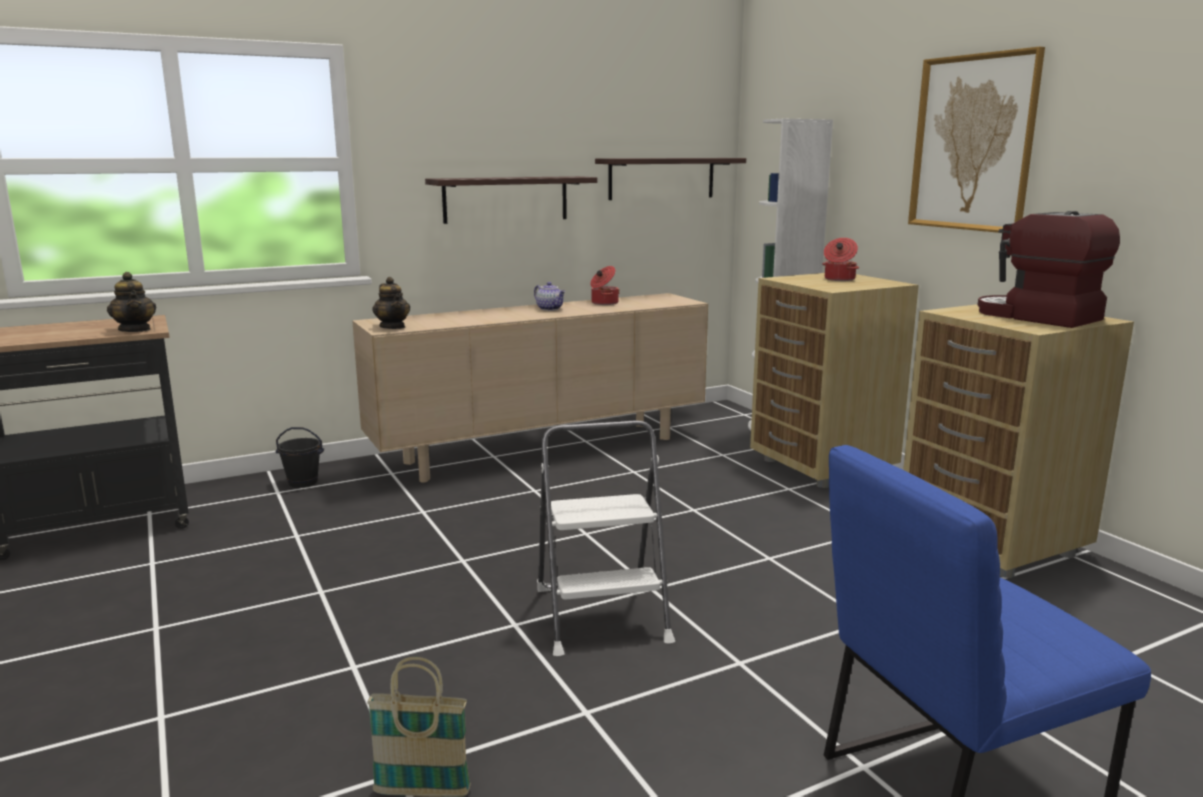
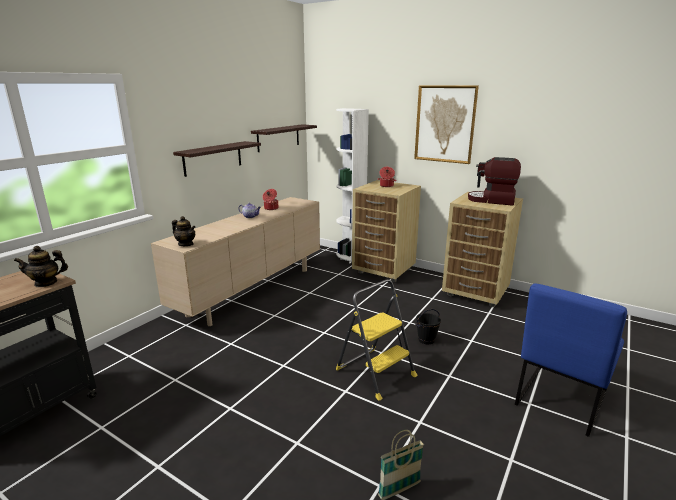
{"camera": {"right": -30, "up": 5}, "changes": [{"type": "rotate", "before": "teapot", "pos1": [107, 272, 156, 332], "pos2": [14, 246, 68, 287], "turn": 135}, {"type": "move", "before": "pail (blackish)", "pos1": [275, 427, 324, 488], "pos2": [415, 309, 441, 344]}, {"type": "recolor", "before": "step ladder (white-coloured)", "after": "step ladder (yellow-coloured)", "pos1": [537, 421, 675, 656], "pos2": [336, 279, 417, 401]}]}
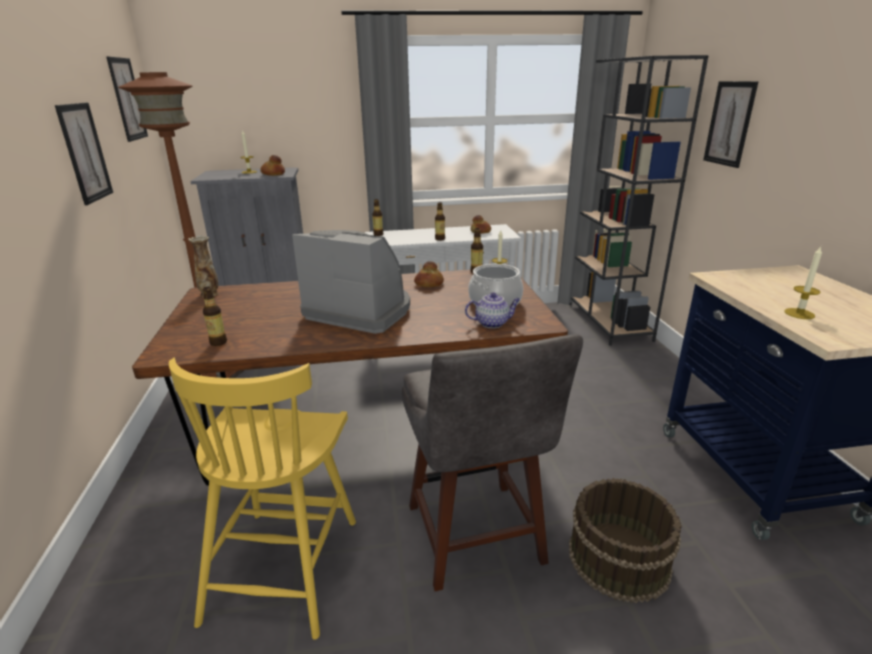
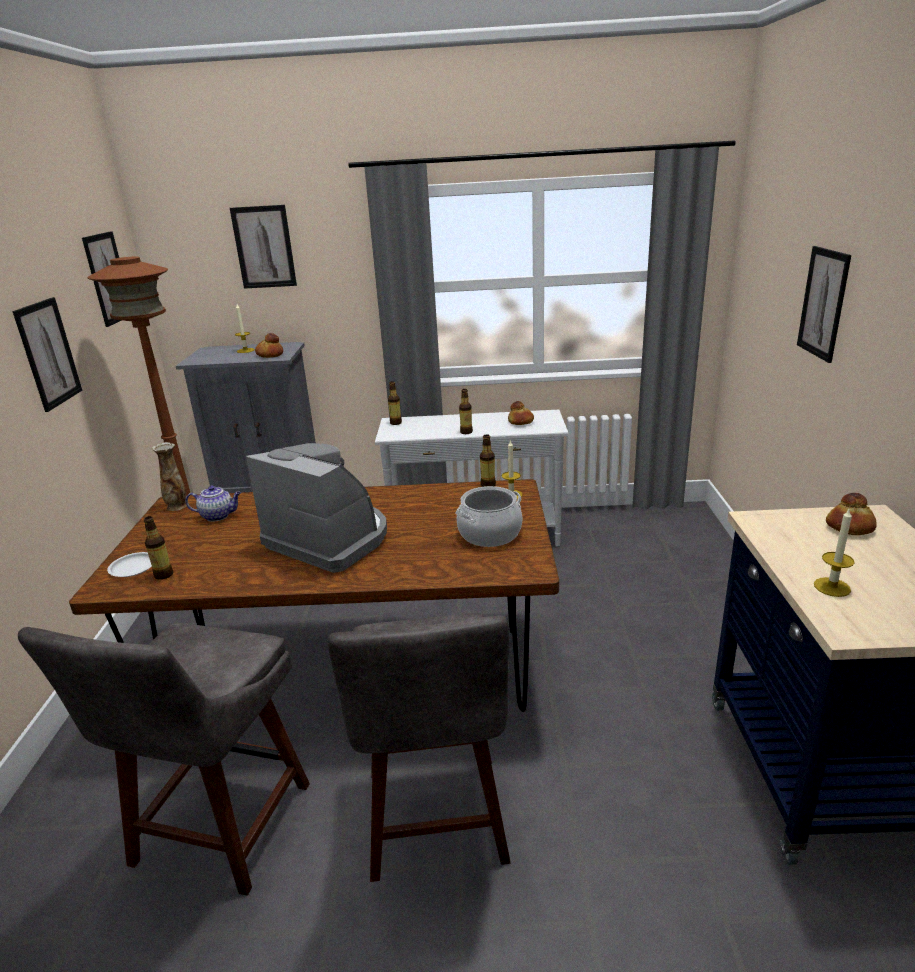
{"camera": {"right": 10, "up": 0}, "changes": [{"type": "replace", "before": "upright chair (yellow-coloured)", "after": "sitting stool (gray)", "pos1": [169, 357, 356, 640], "pos2": [18, 623, 310, 896]}, {"type": "move", "before": "baked bread", "pos1": [414, 261, 444, 287], "pos2": [826, 493, 877, 535]}, {"type": "move", "before": "teapot", "pos1": [465, 292, 520, 328], "pos2": [185, 486, 241, 521]}, {"type": "delete", "before": "bookcase", "pos1": [569, 55, 709, 346]}, {"type": "delete", "before": "pail (brown)", "pos1": [569, 478, 682, 603]}, {"type": "insert", "after": "flat dish (white-coloured)", "pos2": [107, 552, 152, 577]}, {"type": "insert", "after": "wall picture", "pos2": [230, 205, 297, 289]}]}
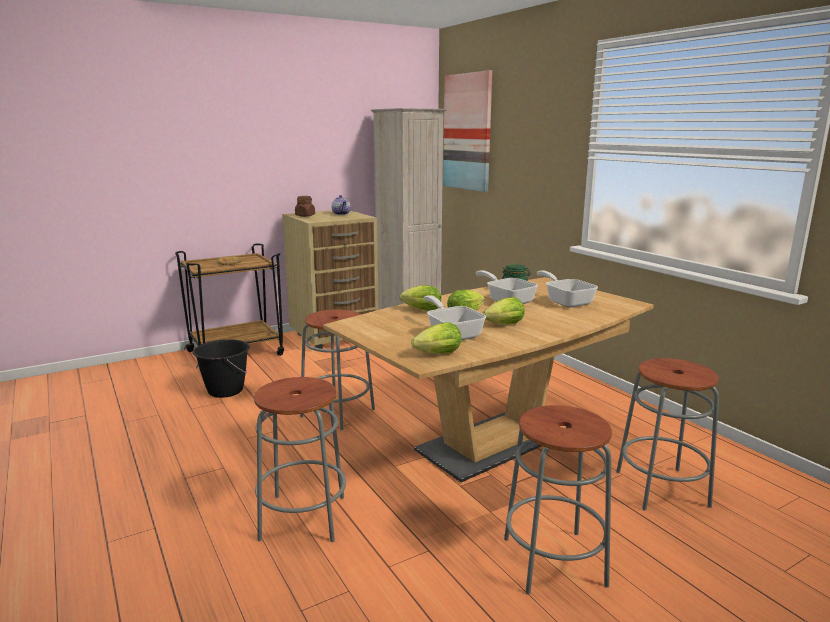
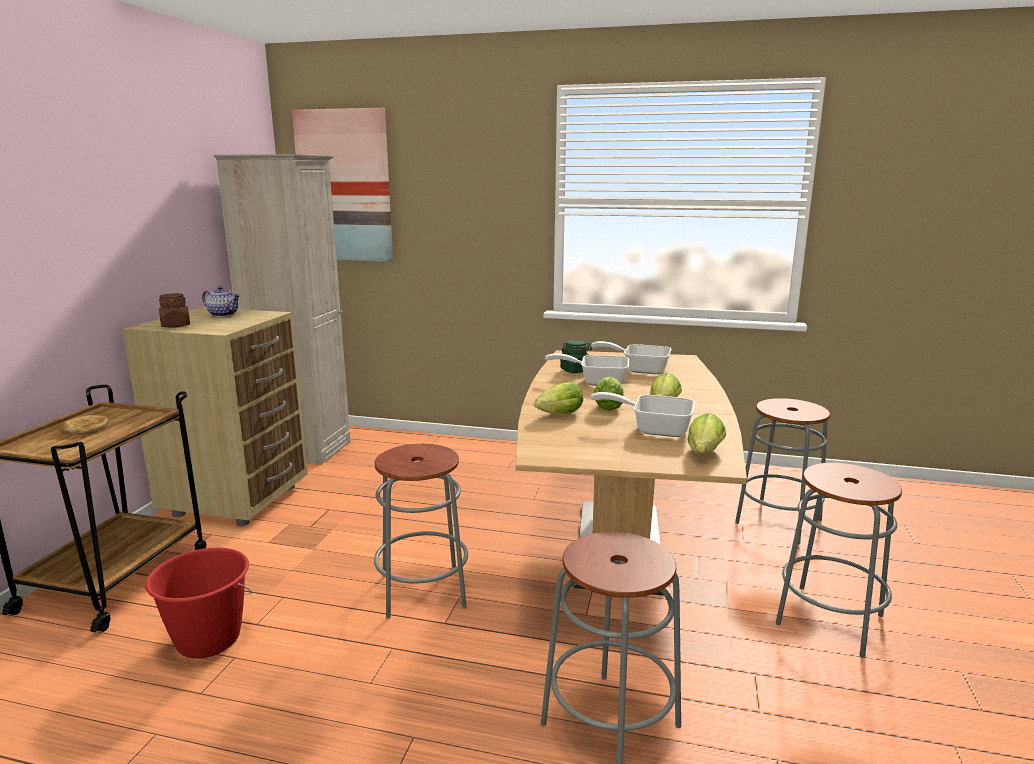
{"camera": {"right": -45, "up": 0}, "changes": [{"type": "recolor", "before": "pail (blackish)", "after": "pail (red)", "pos1": [193, 339, 250, 398], "pos2": [145, 548, 252, 658]}]}
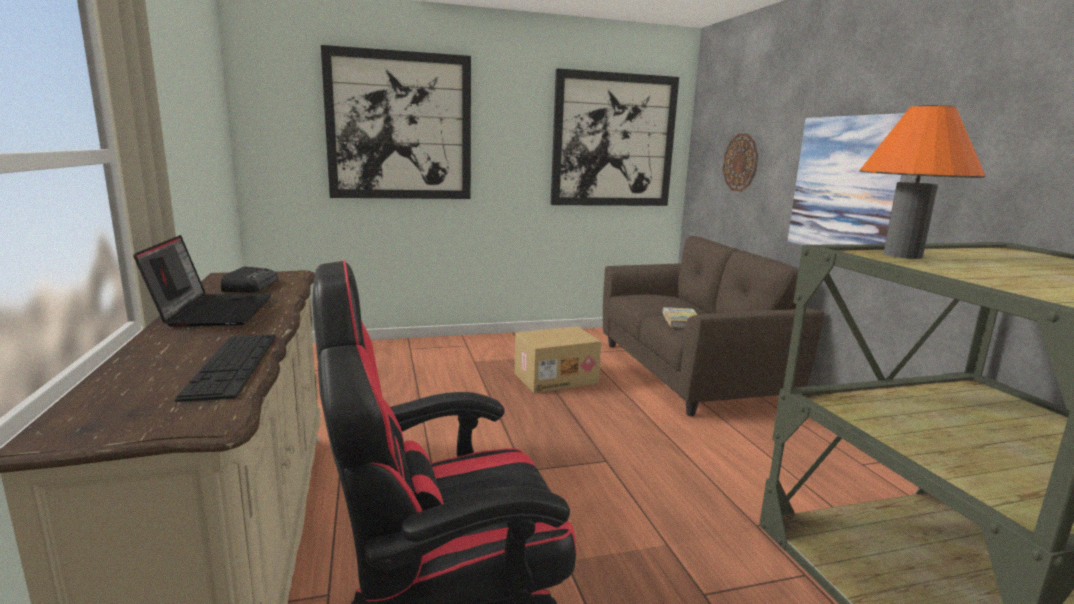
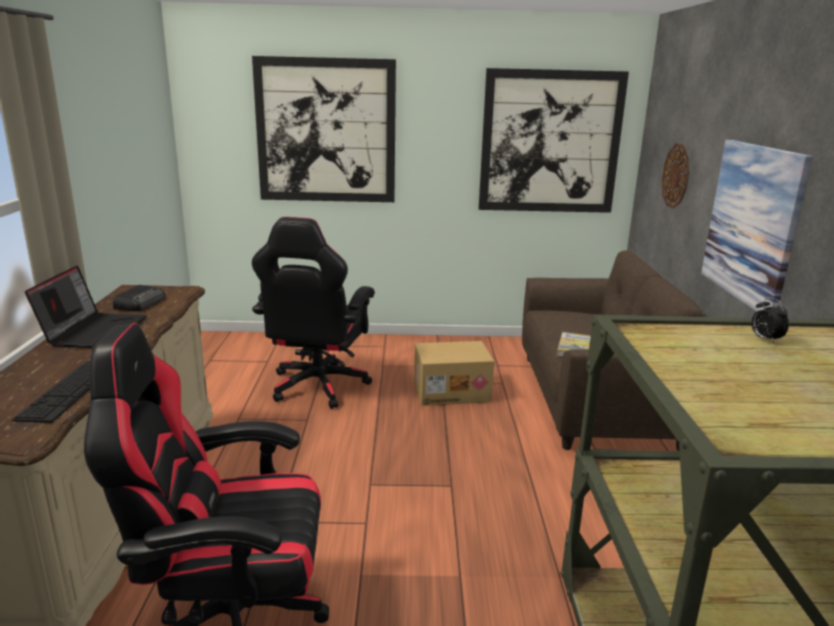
{"camera": {"right": 15, "up": 5}, "changes": [{"type": "delete", "before": "table lamp (orange)", "pos1": [859, 105, 985, 259]}, {"type": "insert", "after": "desk chair (blackish)", "pos2": [252, 217, 375, 409]}, {"type": "insert", "after": "alarm clock", "pos2": [751, 297, 789, 344]}]}
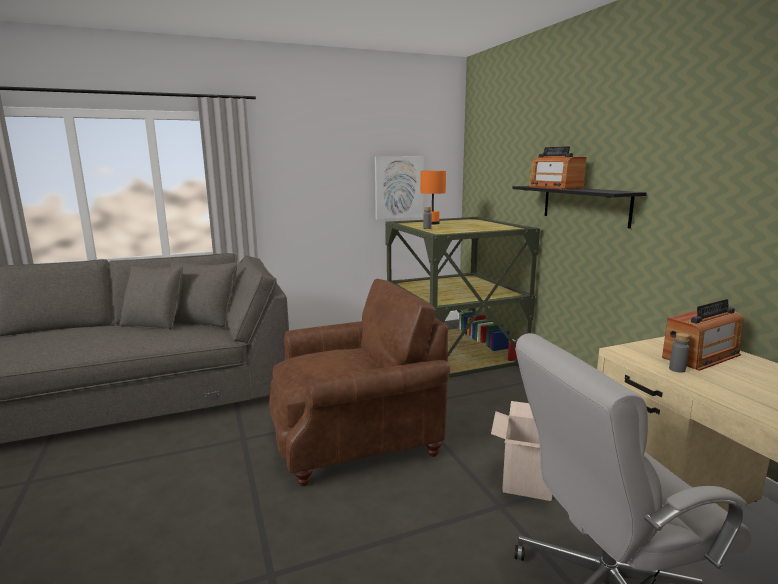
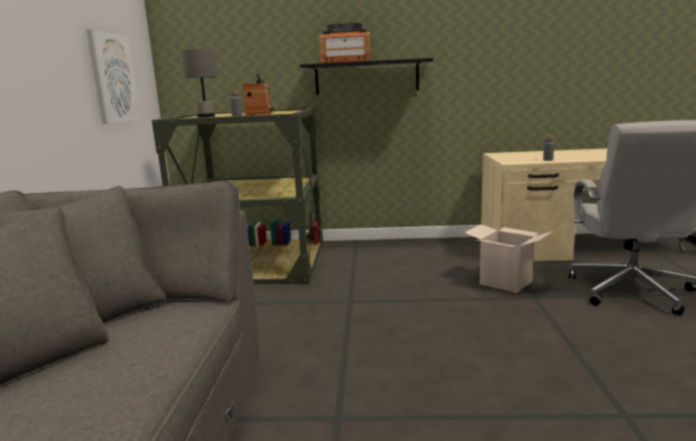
{"camera": {"right": -65, "up": 0}, "changes": [{"type": "delete", "before": "easy chair (brown)", "pos1": [269, 279, 450, 486]}, {"type": "recolor", "before": "table lamp (orange)", "after": "table lamp (gray)", "pos1": [420, 171, 446, 225], "pos2": [182, 48, 218, 117]}, {"type": "move", "before": "radio set", "pos1": [662, 299, 743, 371], "pos2": [243, 73, 274, 115]}]}
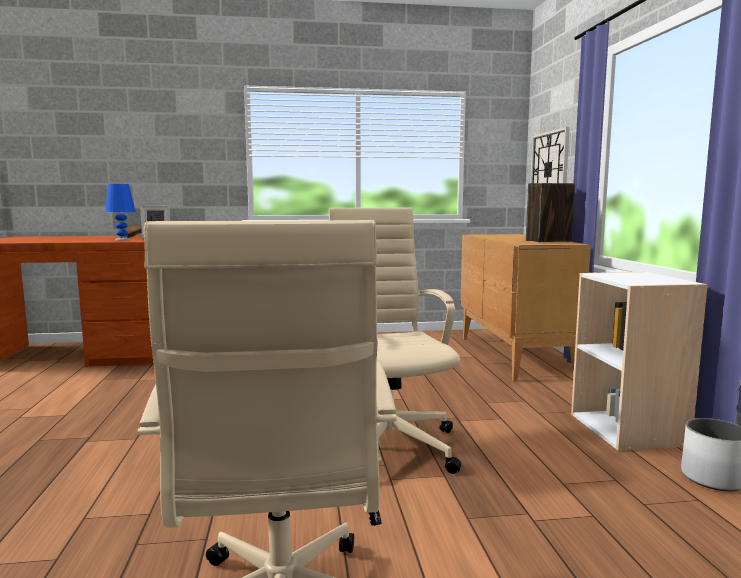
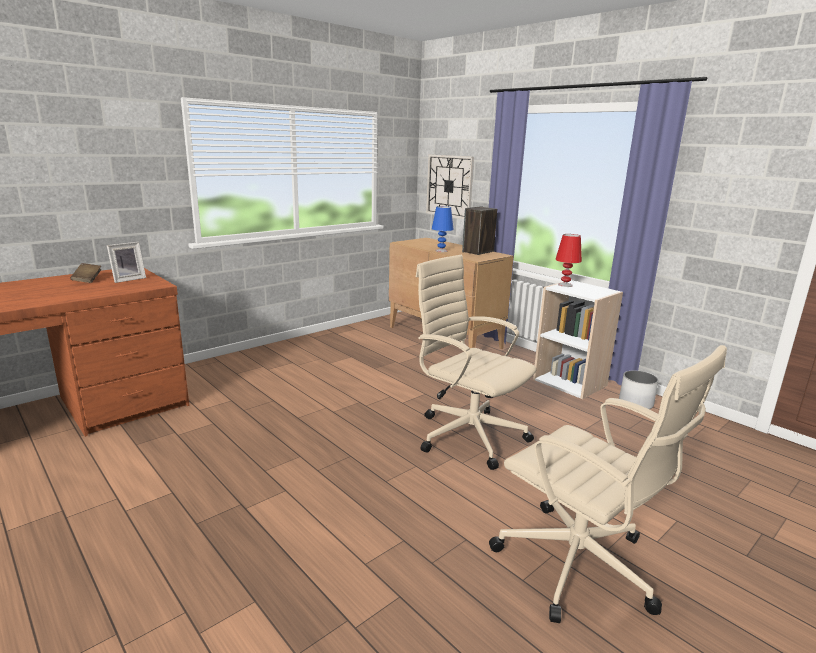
{"camera": {"right": -35, "up": 10}, "changes": [{"type": "move", "before": "table lamp (bluish)", "pos1": [105, 184, 136, 241], "pos2": [432, 206, 454, 252]}, {"type": "insert", "after": "table lamp (red)", "pos2": [555, 234, 582, 287]}]}
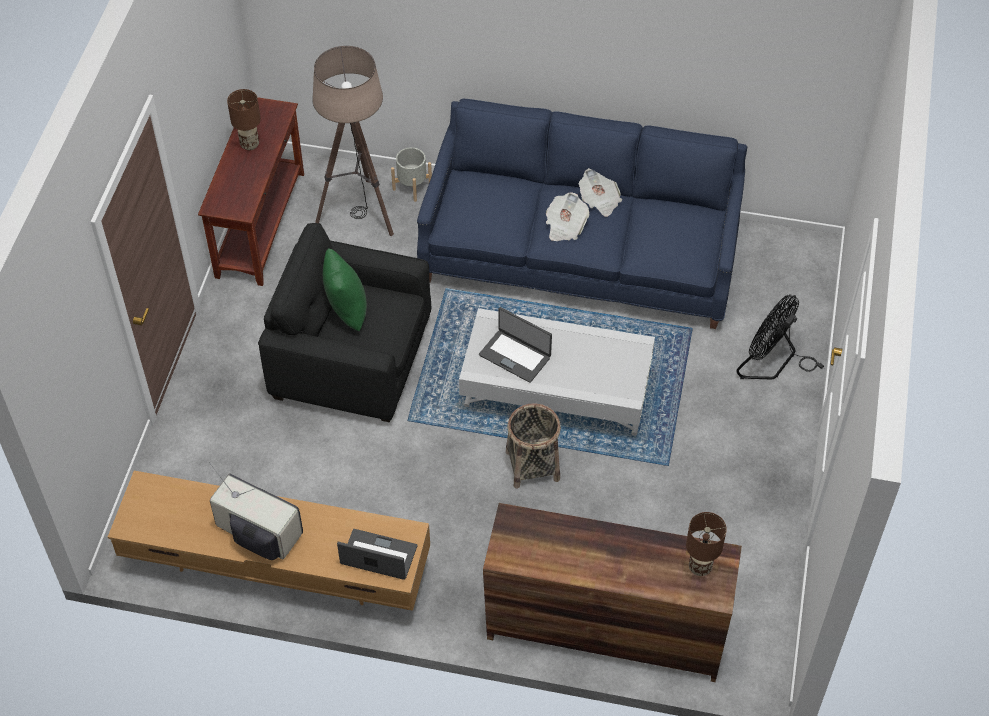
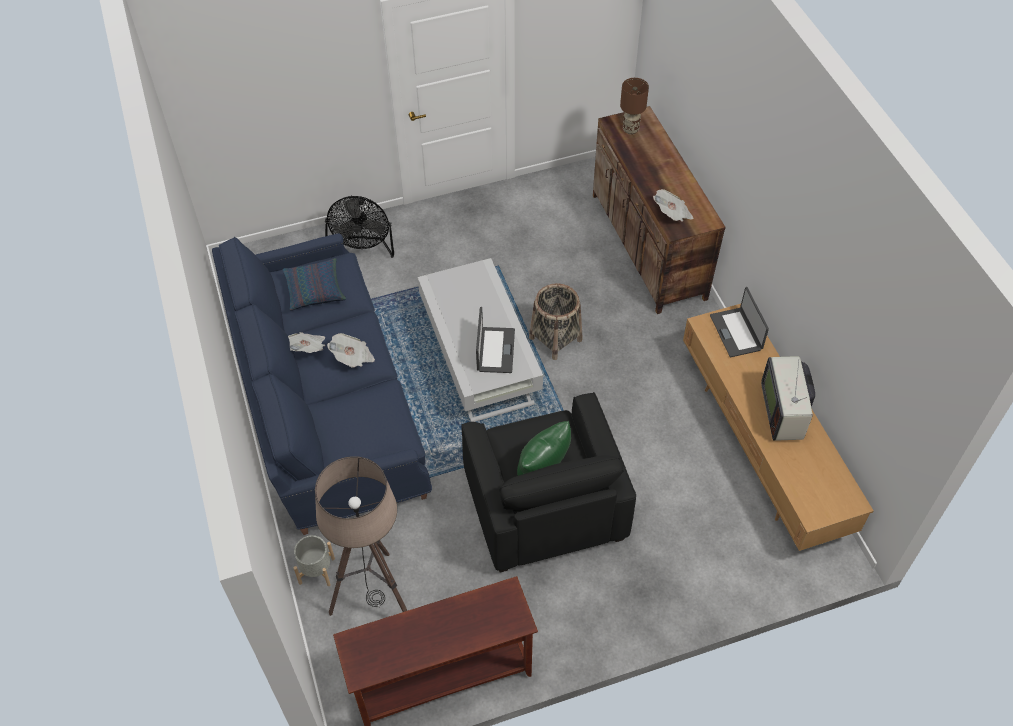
{"camera": {"right": -120, "up": 0}, "changes": [{"type": "delete", "before": "table lamp (brown)", "pos1": [227, 89, 261, 150]}, {"type": "insert", "after": "cushion (bluish)", "pos2": [283, 258, 346, 311]}, {"type": "insert", "after": "newspaper", "pos2": [653, 189, 693, 222]}]}
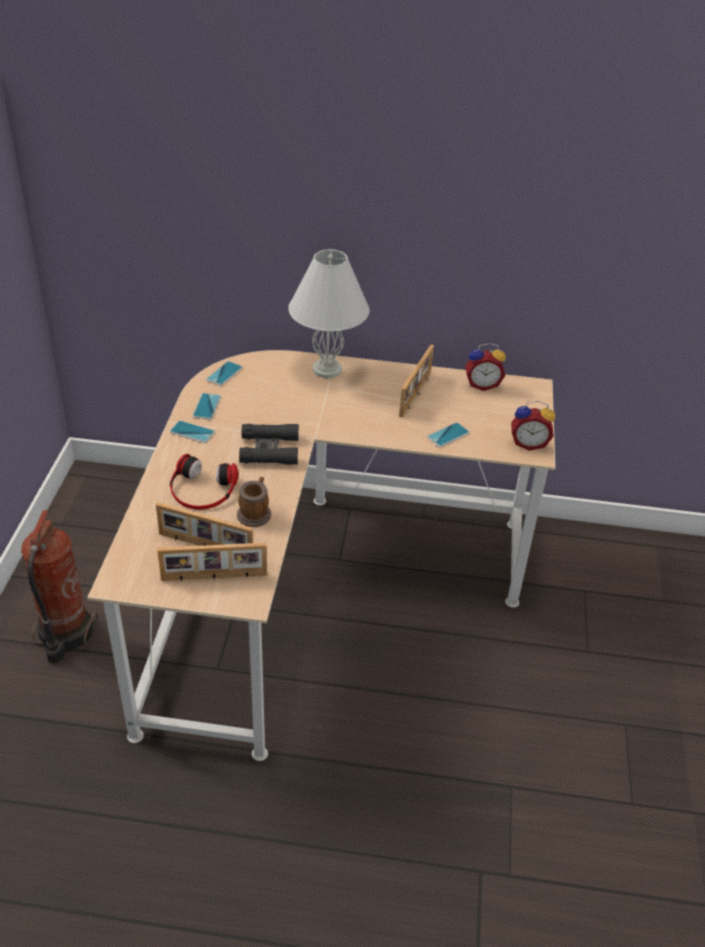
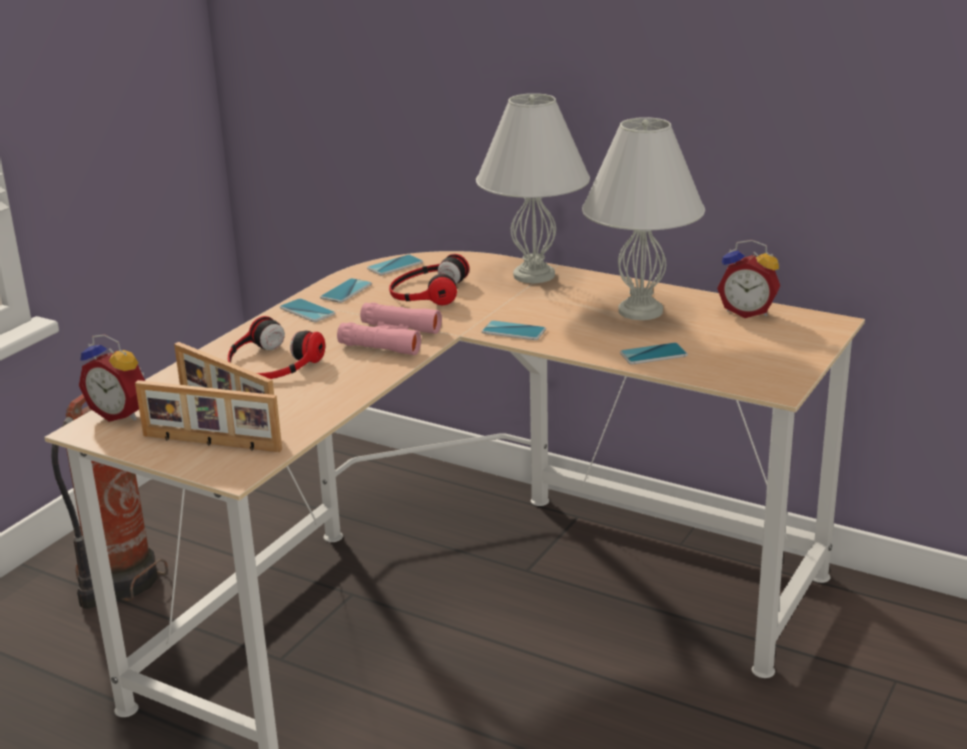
{"camera": {"right": 25, "up": -15}, "changes": [{"type": "delete", "before": "tea mug", "pos1": [237, 477, 271, 527]}, {"type": "recolor", "before": "pair of binoculars (blackish)", "after": "pair of binoculars (pink)", "pos1": [239, 424, 299, 465], "pos2": [337, 302, 442, 355]}, {"type": "replace", "before": "photo frame", "after": "table lamp (white-coloured)", "pos1": [399, 345, 434, 418], "pos2": [582, 117, 705, 320]}, {"type": "move", "before": "alarm clock", "pos1": [511, 401, 555, 451], "pos2": [79, 334, 145, 422]}, {"type": "insert", "after": "headphones", "pos2": [389, 254, 469, 305]}, {"type": "insert", "after": "telephone", "pos2": [482, 320, 546, 340]}]}
